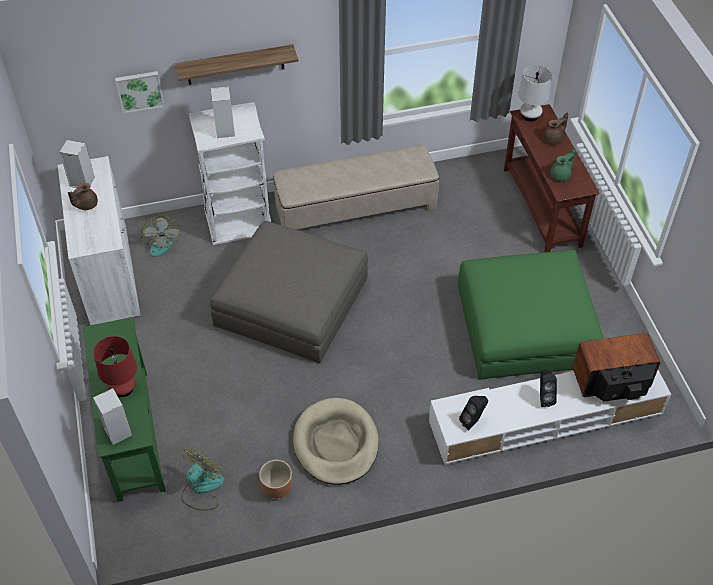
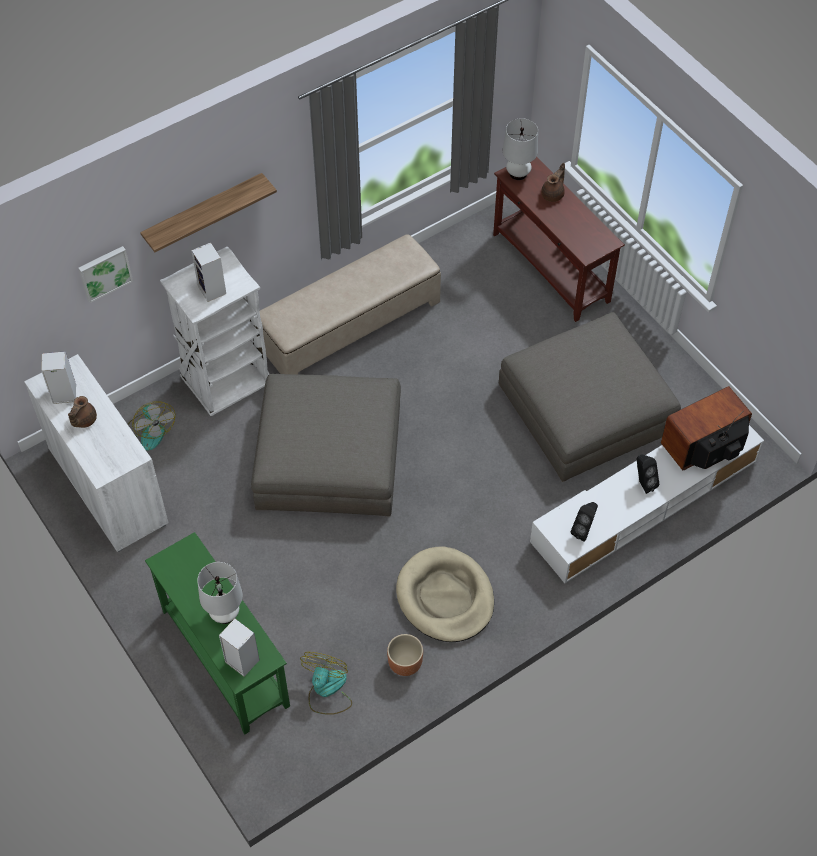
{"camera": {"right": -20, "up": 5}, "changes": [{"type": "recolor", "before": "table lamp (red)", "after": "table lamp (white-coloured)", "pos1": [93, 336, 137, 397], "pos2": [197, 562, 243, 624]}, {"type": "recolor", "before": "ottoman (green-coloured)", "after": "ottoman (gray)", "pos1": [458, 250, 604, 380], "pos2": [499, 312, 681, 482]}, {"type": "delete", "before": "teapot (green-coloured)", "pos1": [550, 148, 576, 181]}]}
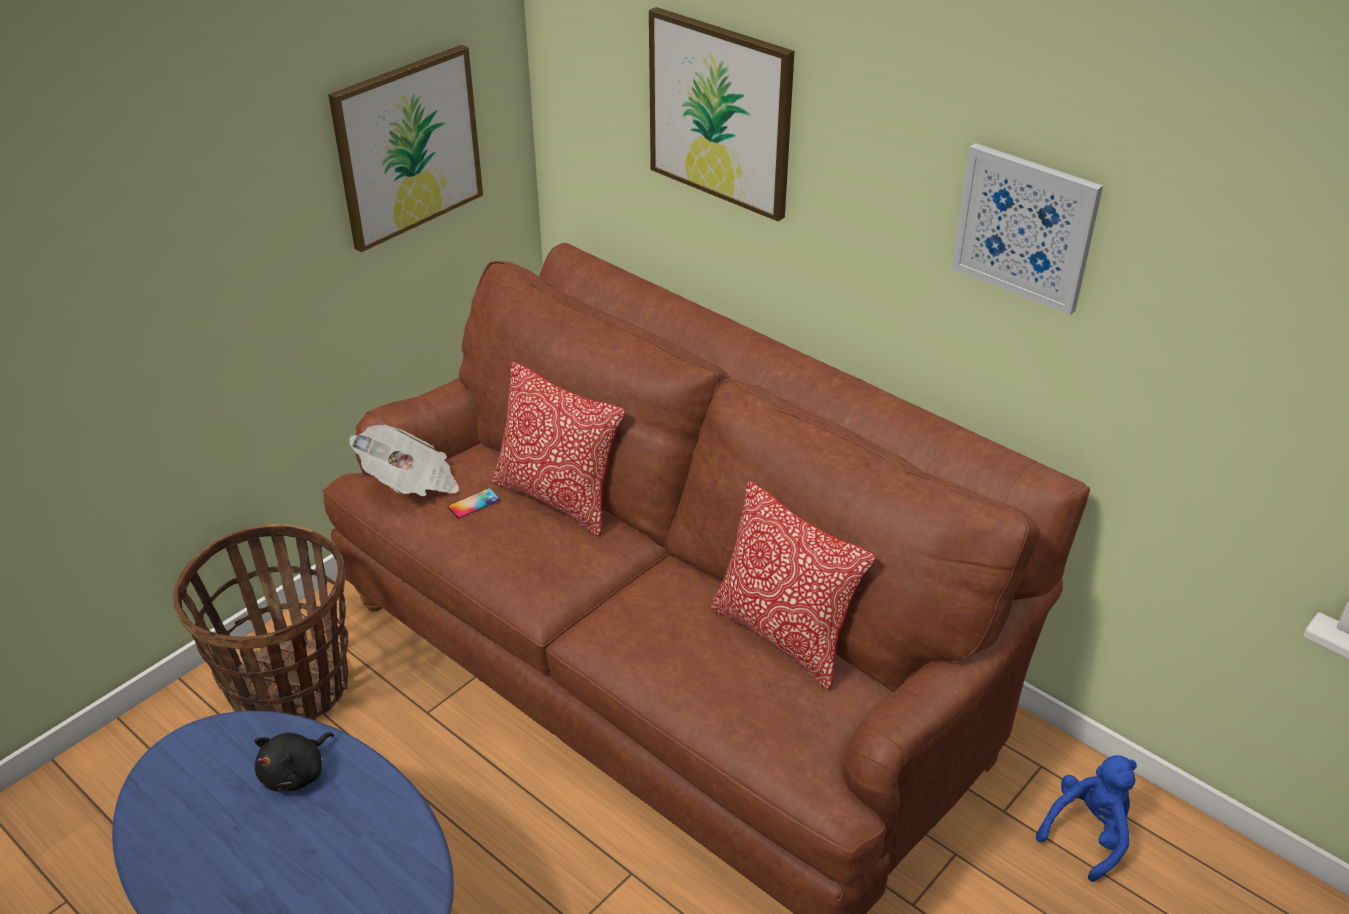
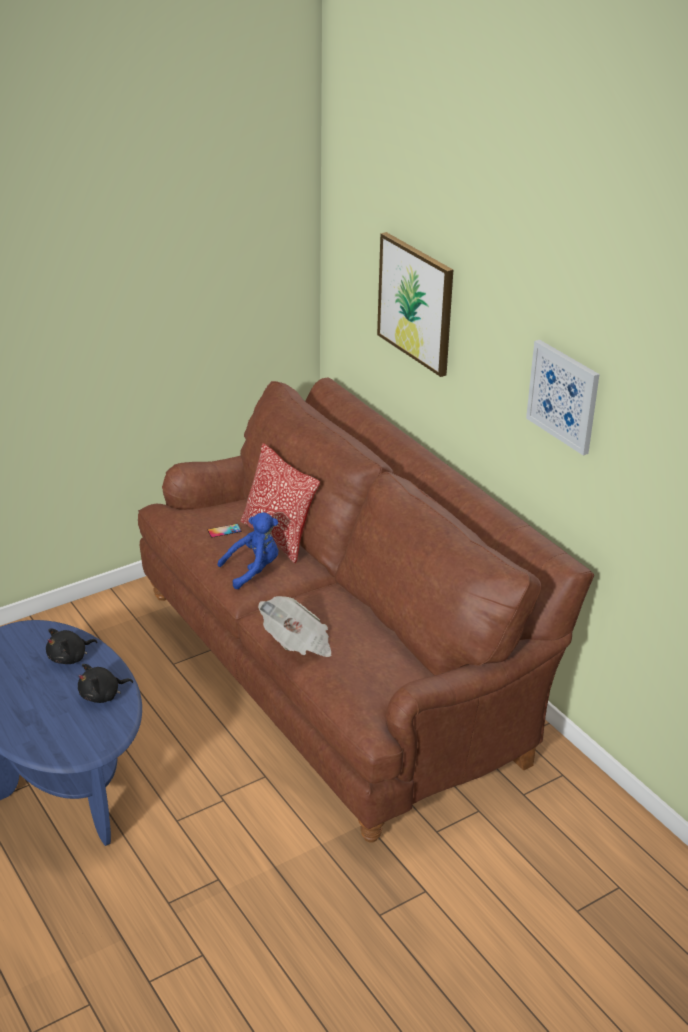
{"camera": {"right": 15, "up": -5}, "changes": [{"type": "delete", "before": "basket", "pos1": [173, 524, 349, 720]}, {"type": "delete", "before": "wall picture", "pos1": [328, 45, 483, 252]}, {"type": "move", "before": "newspaper", "pos1": [349, 424, 460, 496], "pos2": [258, 596, 331, 657]}, {"type": "delete", "before": "cushion", "pos1": [710, 481, 876, 690]}, {"type": "move", "before": "plush toy (bluish)", "pos1": [1036, 755, 1137, 882], "pos2": [217, 512, 279, 589]}, {"type": "insert", "after": "plush toy (blackish)", "pos2": [78, 664, 133, 703]}]}
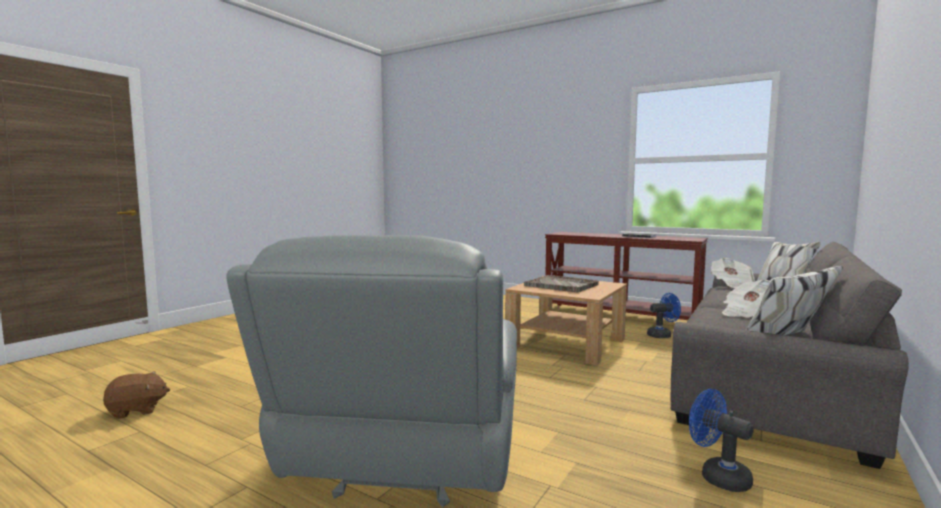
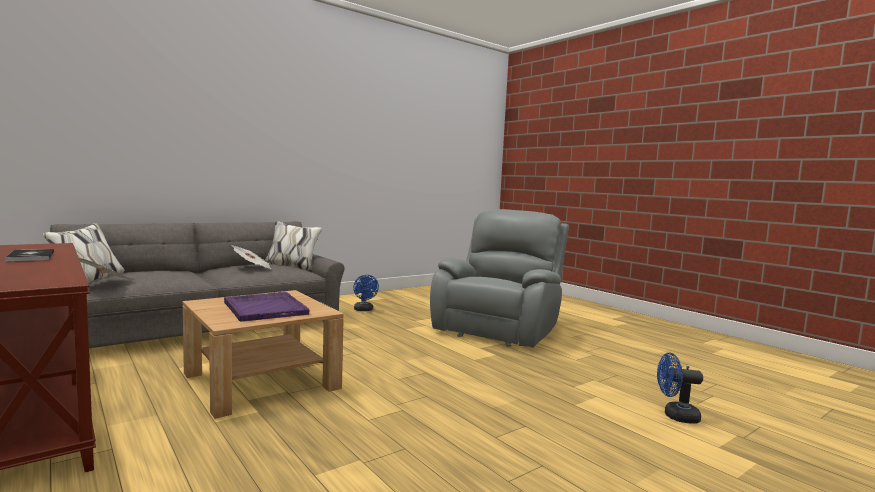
{"camera": {"right": -160, "up": 0}, "changes": [{"type": "delete", "before": "plush toy (brown)", "pos1": [103, 371, 170, 419]}, {"type": "recolor", "before": "serving tray (gray)", "after": "serving tray (purplish)", "pos1": [524, 275, 599, 293], "pos2": [224, 292, 309, 322]}, {"type": "move", "before": "cooling fan (bluish)", "pos1": [647, 293, 681, 338], "pos2": [657, 353, 703, 423]}]}
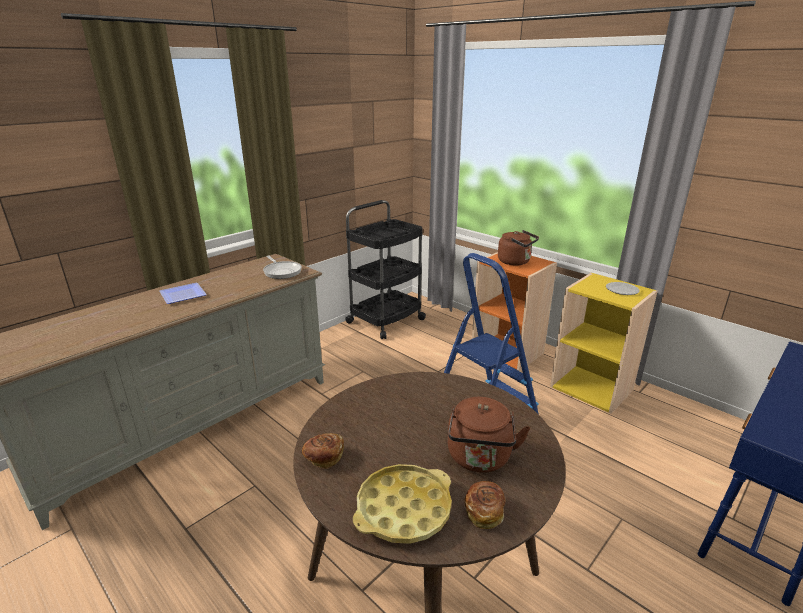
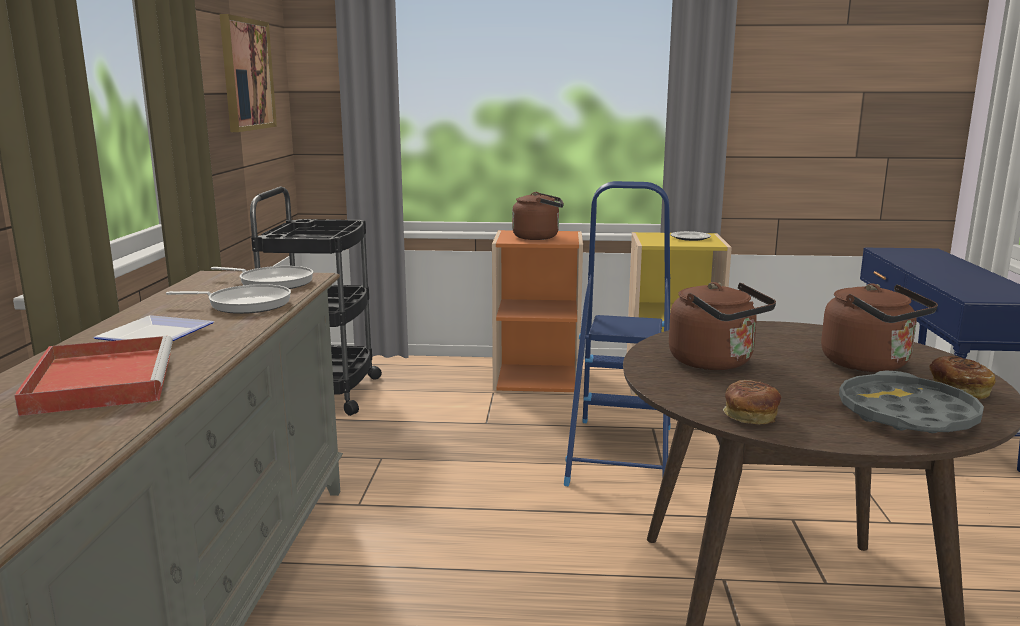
{"camera": {"right": -40, "up": -10}, "changes": [{"type": "recolor", "before": "serving tray (yellow-coloured)", "after": "serving tray (gray)", "pos1": [353, 464, 452, 544], "pos2": [839, 371, 984, 433]}, {"type": "insert", "after": "serving tray (red)", "pos2": [14, 336, 173, 416]}, {"type": "insert", "after": "frying pan", "pos2": [166, 284, 291, 314]}, {"type": "insert", "after": "wall picture", "pos2": [220, 14, 277, 132]}, {"type": "insert", "after": "water kettle (brown)", "pos2": [669, 282, 776, 370]}]}
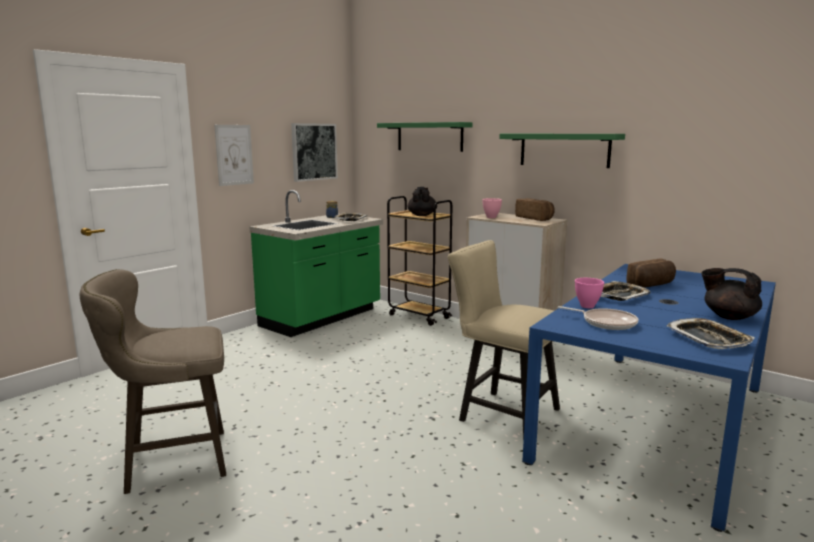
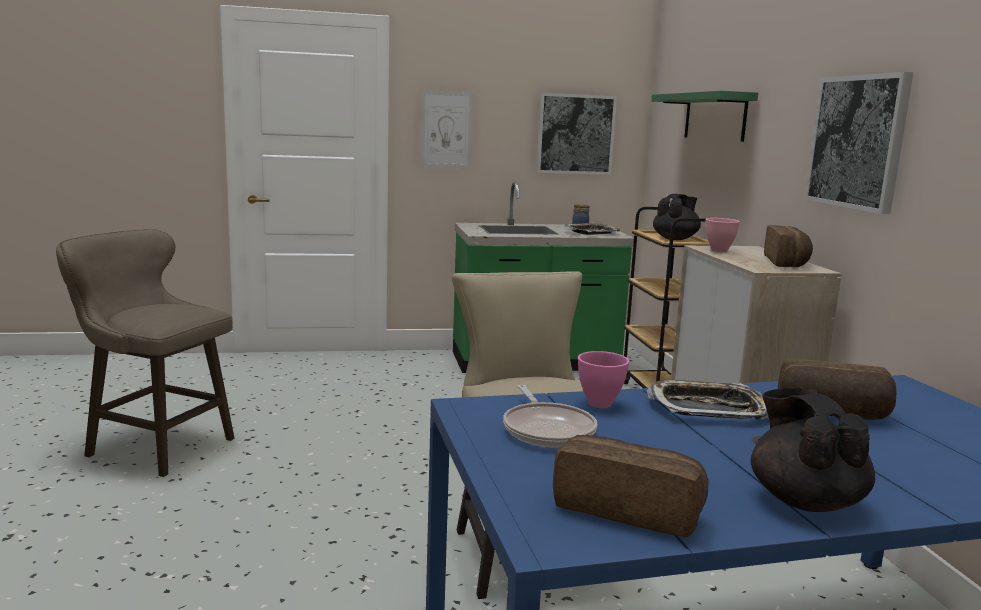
{"camera": {"right": 40, "up": 0}, "changes": [{"type": "replace", "before": "shelf (green-coloured)", "after": "wall picture", "pos1": [499, 134, 625, 168], "pos2": [804, 72, 914, 214]}, {"type": "replace", "before": "serving tray", "after": "baked bread", "pos1": [666, 318, 755, 349], "pos2": [553, 435, 708, 538]}]}
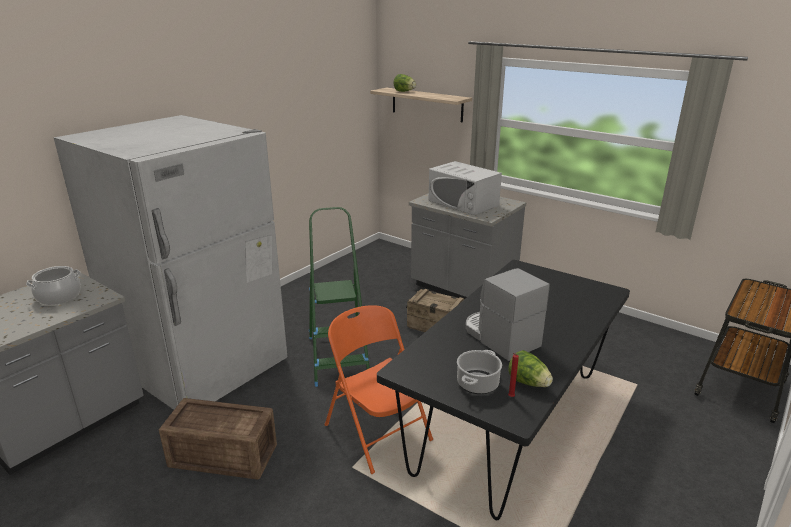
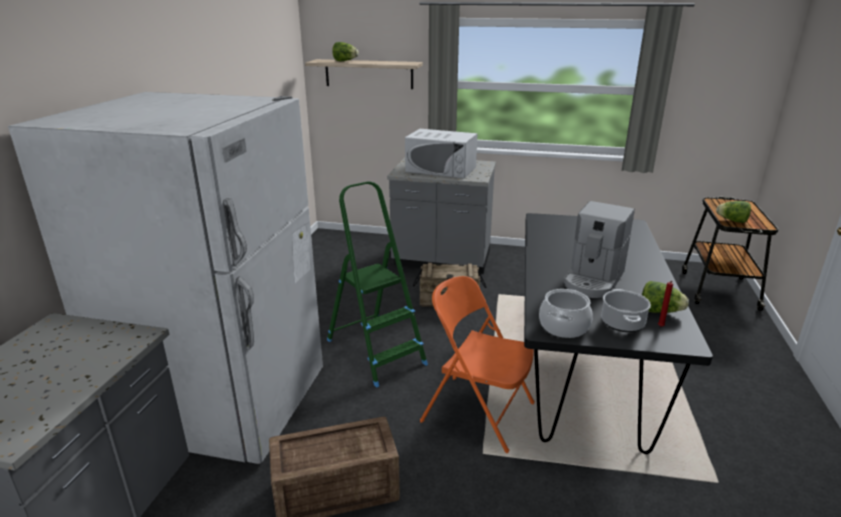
{"camera": {"right": -25, "up": 0}, "changes": [{"type": "move", "before": "cooking pot", "pos1": [26, 266, 81, 305], "pos2": [539, 289, 593, 338]}, {"type": "rotate", "before": "coffee machine", "pos1": [466, 268, 550, 361], "pos2": [563, 201, 635, 298], "turn": -90}, {"type": "insert", "after": "lettuce head", "pos2": [716, 201, 751, 223]}]}
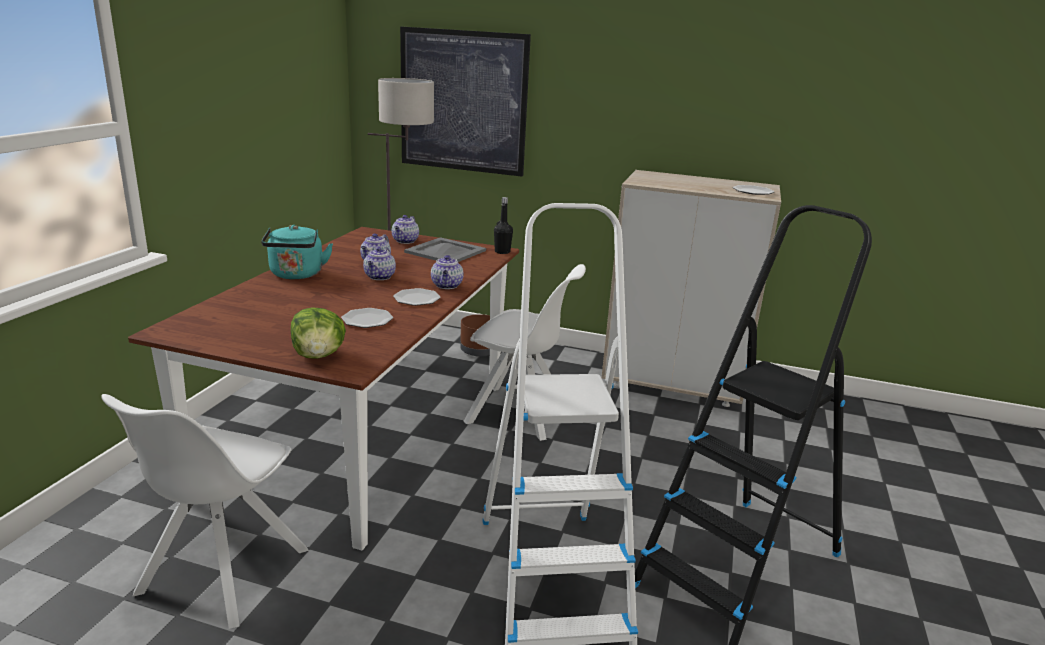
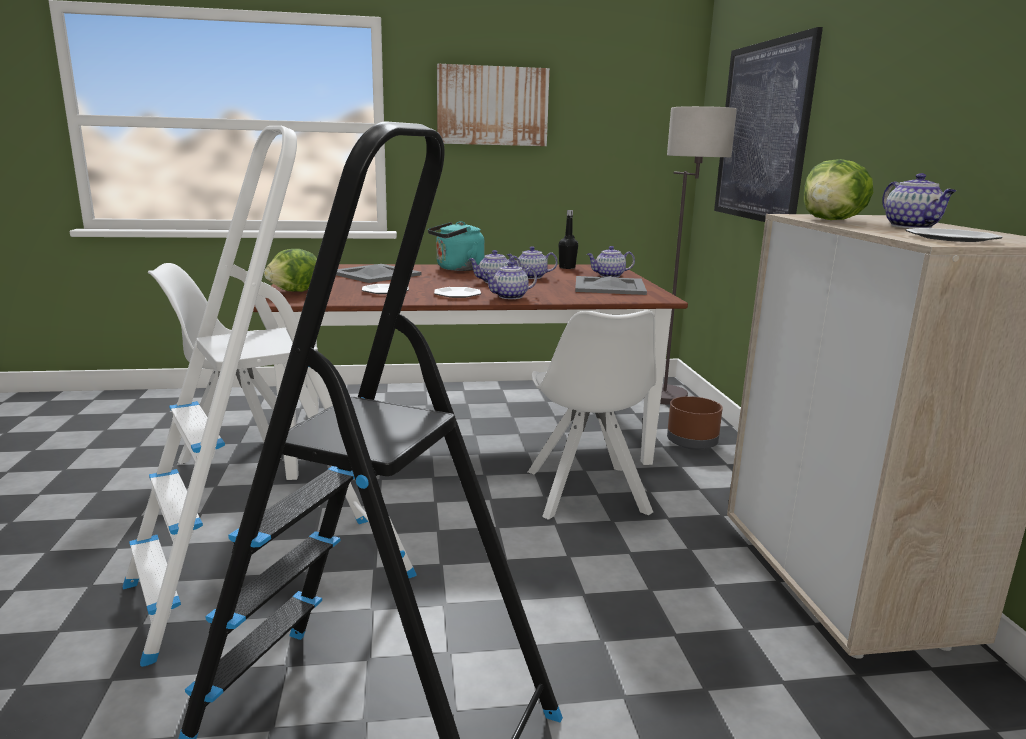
{"camera": {"right": 65, "up": -5}, "changes": [{"type": "move", "before": "drink bottle (blackish)", "pos1": [494, 197, 513, 254], "pos2": [558, 210, 578, 269]}, {"type": "insert", "after": "serving tray (gray)", "pos2": [336, 264, 422, 283]}, {"type": "insert", "after": "wall picture", "pos2": [437, 64, 550, 146]}, {"type": "insert", "after": "lettuce head", "pos2": [803, 159, 873, 220]}, {"type": "insert", "after": "teapot", "pos2": [882, 173, 956, 229]}]}
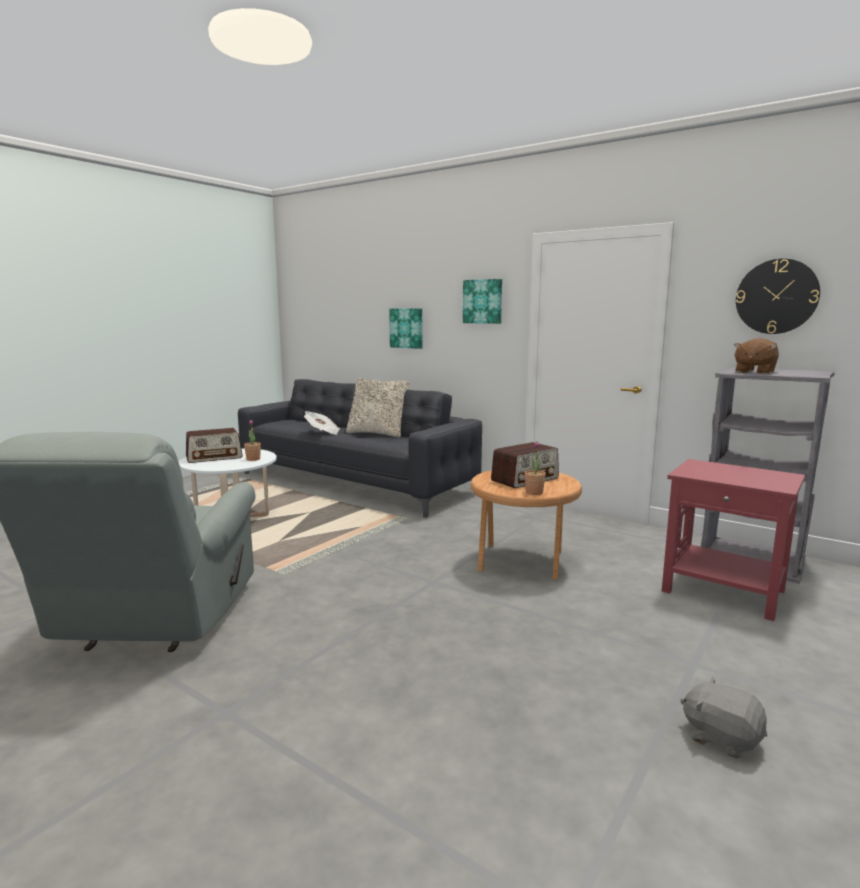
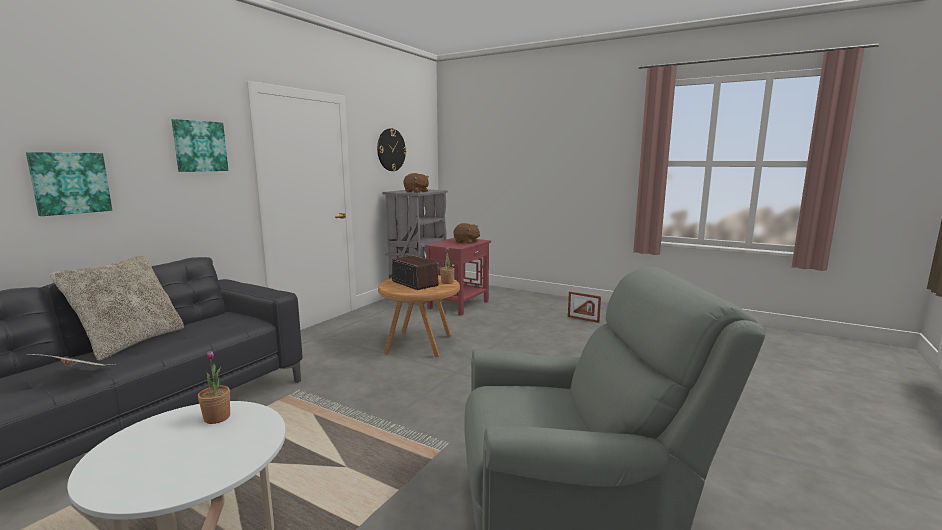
{"camera": {"right": -95, "up": 0}, "changes": [{"type": "delete", "before": "radio set", "pos1": [186, 428, 243, 463]}, {"type": "replace", "before": "plush toy (gray)", "after": "photo frame", "pos1": [680, 677, 767, 759], "pos2": [568, 291, 601, 323]}, {"type": "insert", "after": "plush toy (brown)", "pos2": [454, 223, 480, 244]}]}
